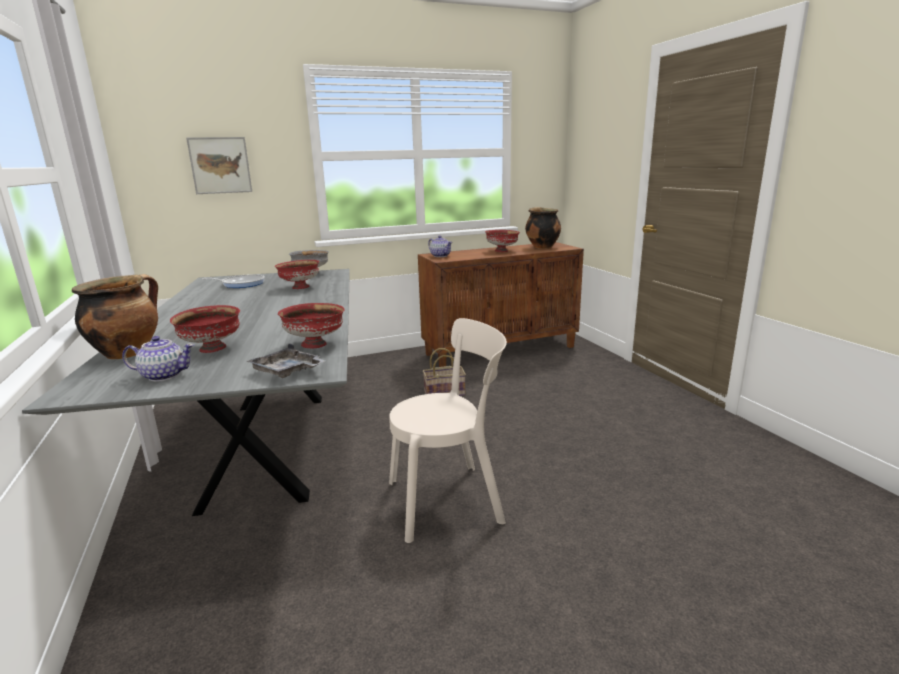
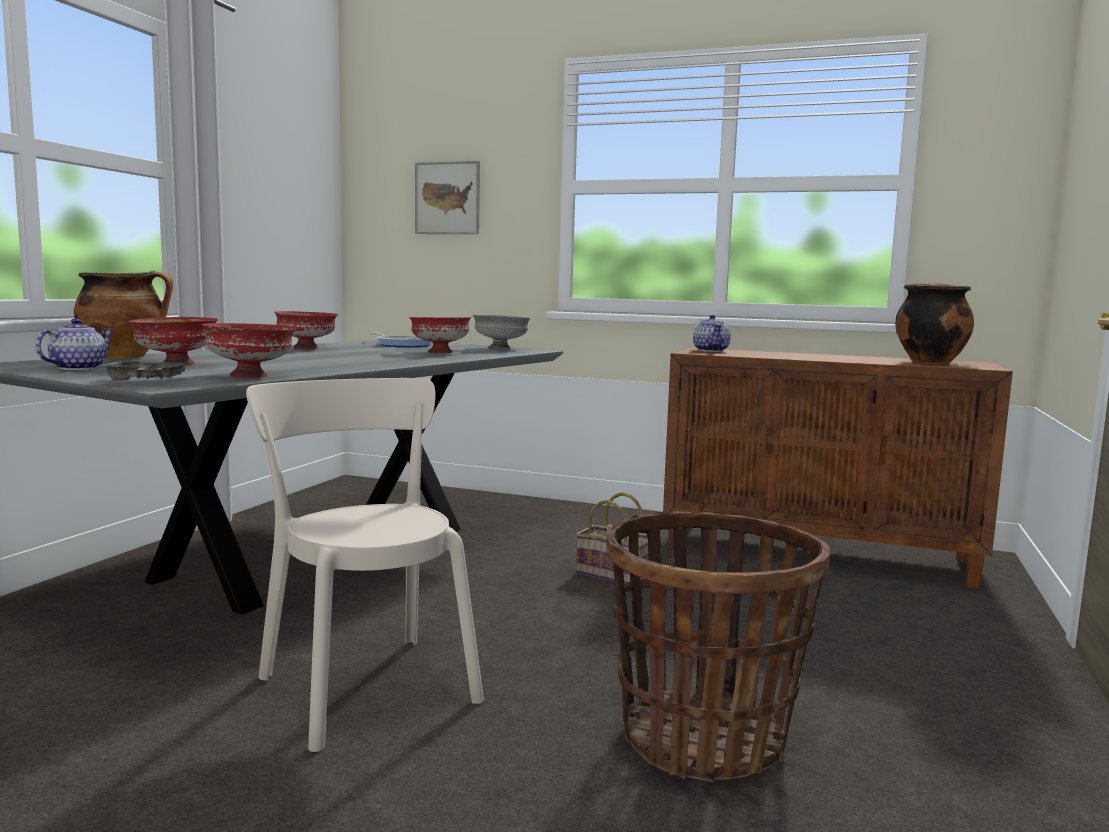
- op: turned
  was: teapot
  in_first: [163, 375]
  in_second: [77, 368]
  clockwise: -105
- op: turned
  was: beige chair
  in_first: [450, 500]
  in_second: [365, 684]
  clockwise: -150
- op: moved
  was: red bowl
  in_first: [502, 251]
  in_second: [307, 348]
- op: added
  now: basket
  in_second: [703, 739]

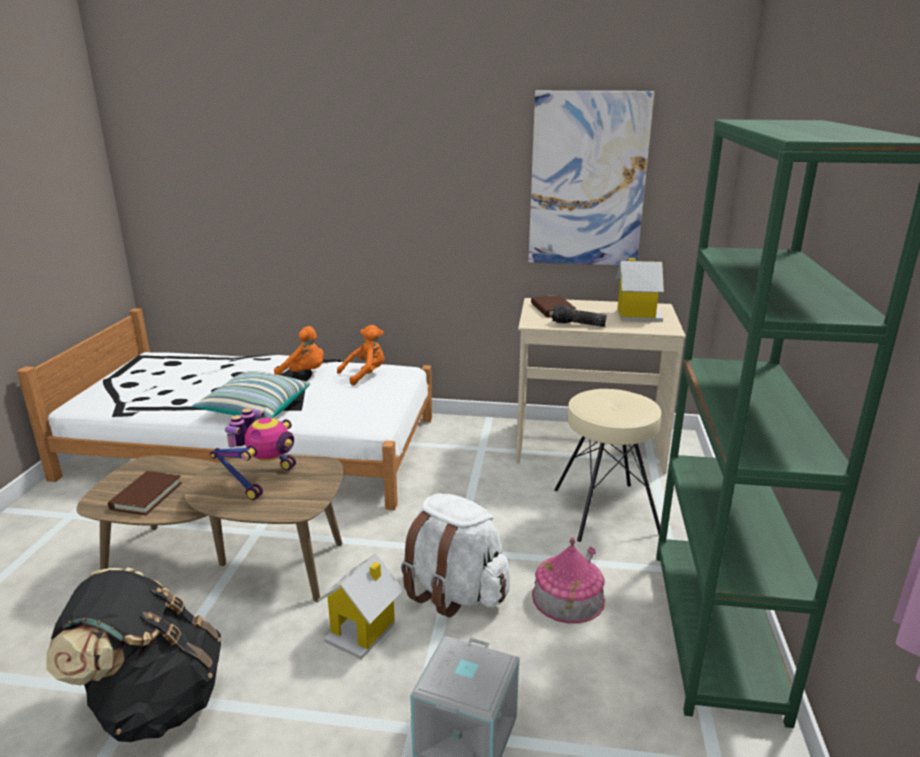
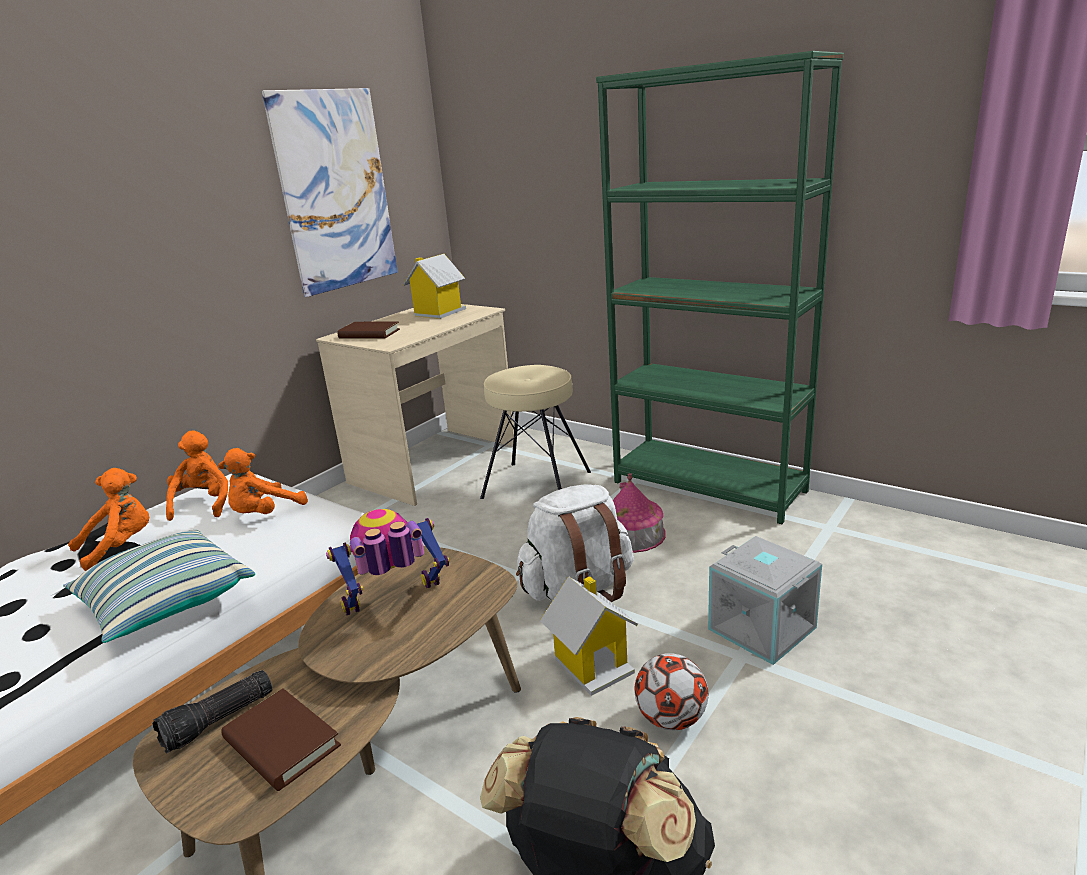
- op: moved
  was: flashlight
  in_first: [577, 324]
  in_second: [219, 722]
- op: added
  now: orange plush toy
  in_second: [265, 514]
- op: turned
  was: toy robot
  in_first: [264, 480]
  in_second: [395, 605]
  clockwise: -75
- op: added
  now: football
  in_second: [671, 719]

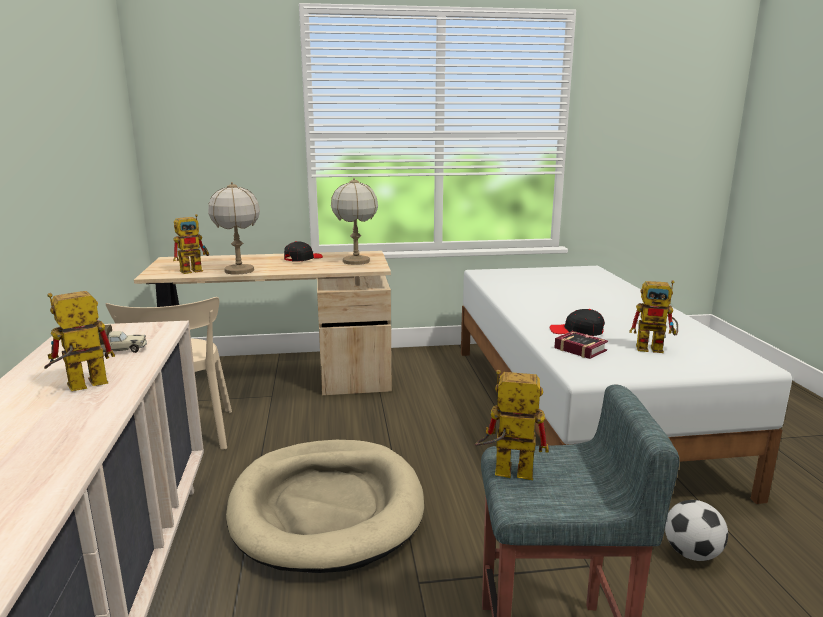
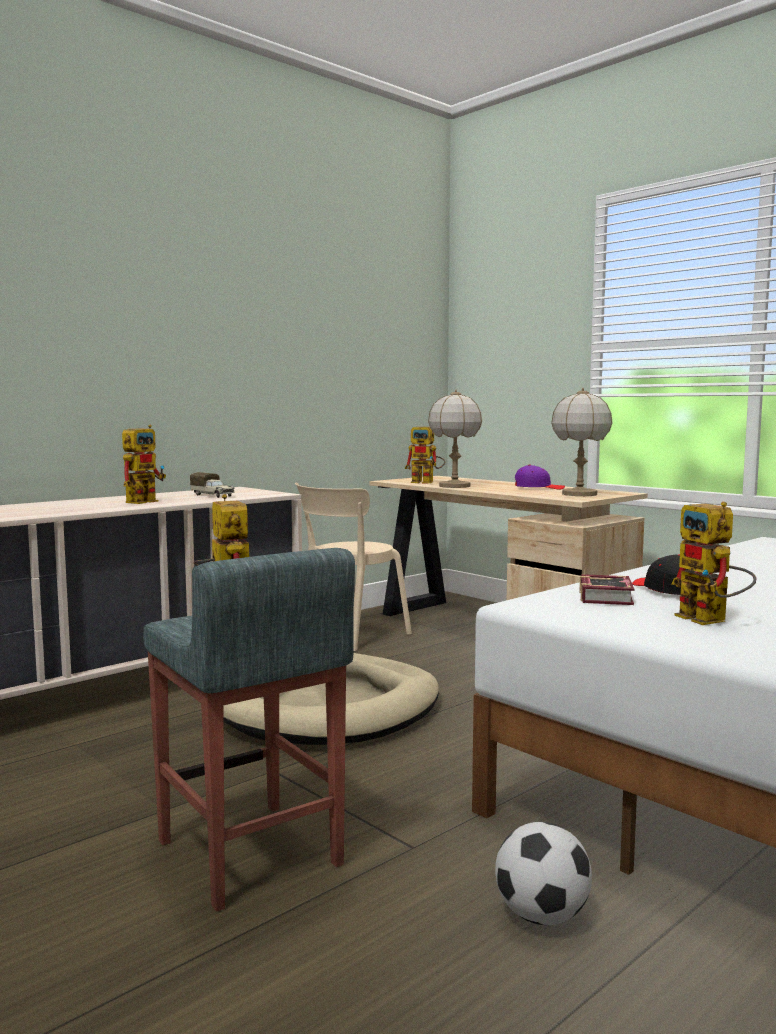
- op: turned
  was: toy robot
  in_first: [79, 387]
  in_second: [145, 501]
  clockwise: 105
- op: recoloured
  was: black cap
  now: purple cap
  in_first: [303, 259]
  in_second: [538, 488]

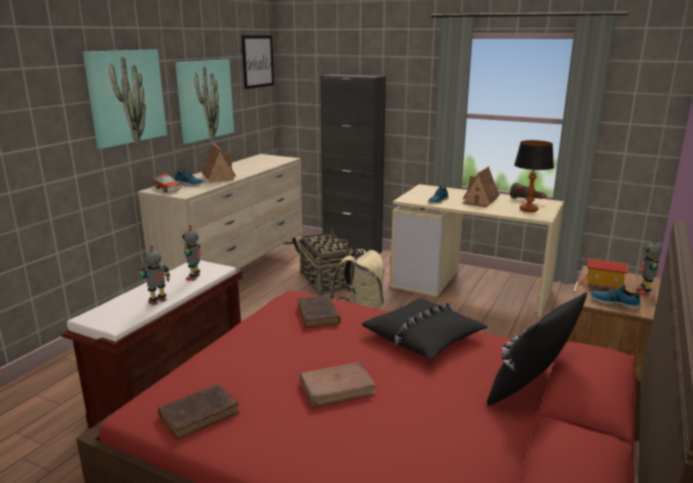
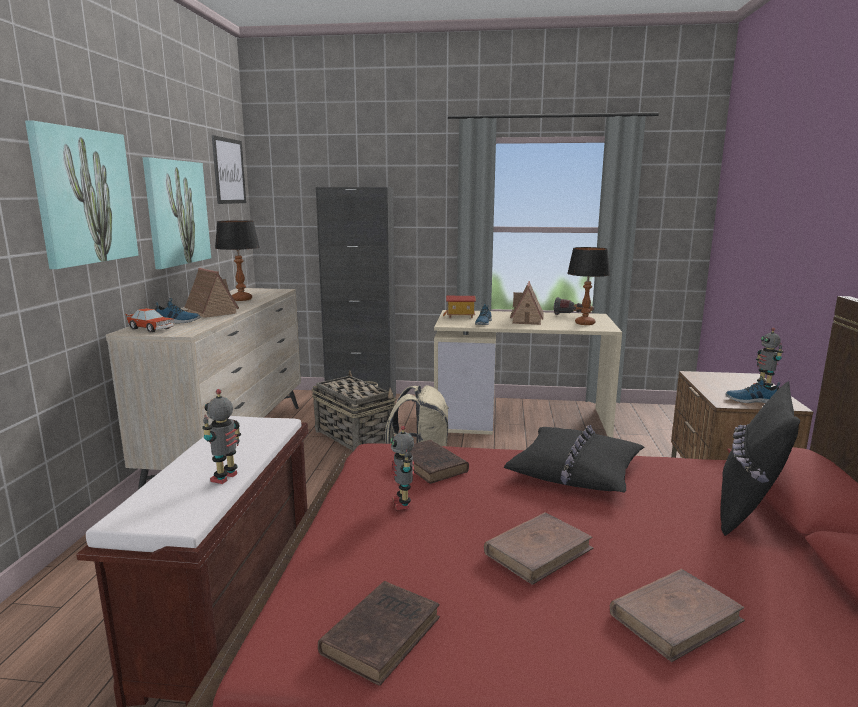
- op: added
  now: table lamp
  in_second: [241, 299]
- op: moved
  was: toy robot
  in_first: [194, 277]
  in_second: [403, 504]
- op: moved
  was: toy house
  in_first: [603, 285]
  in_second: [460, 316]
- op: added
  now: brown book
  in_second: [675, 617]

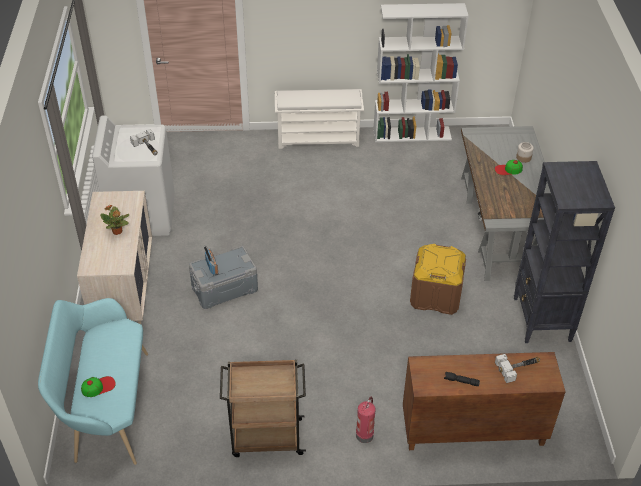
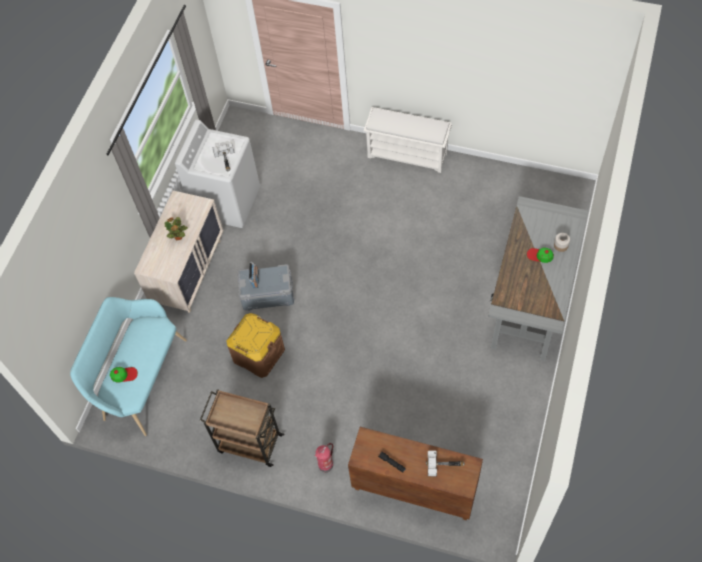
- op: moved
  was: brown storage box
  in_first: [436, 295]
  in_second: [259, 354]
- op: removed
  was: white bookcase
  in_first: [412, 134]
- op: removed
  was: black bookcase
  in_first: [541, 320]

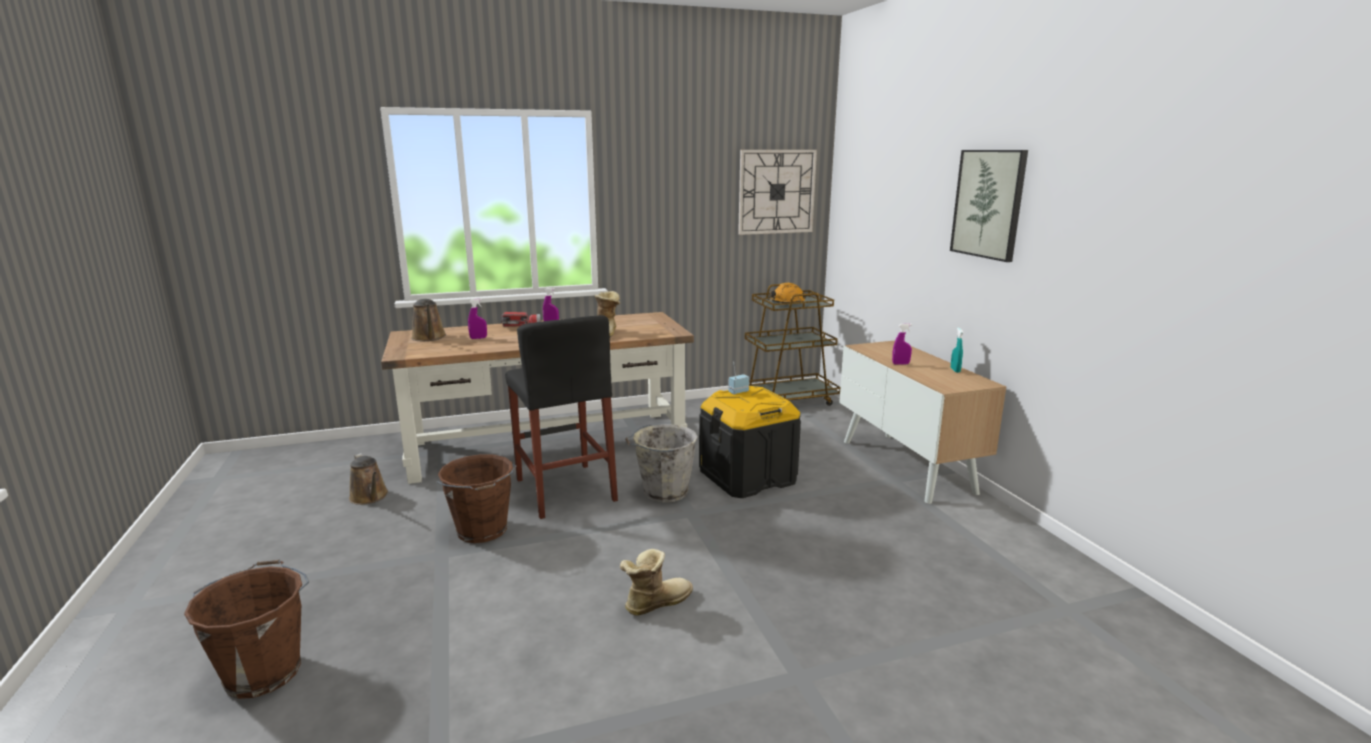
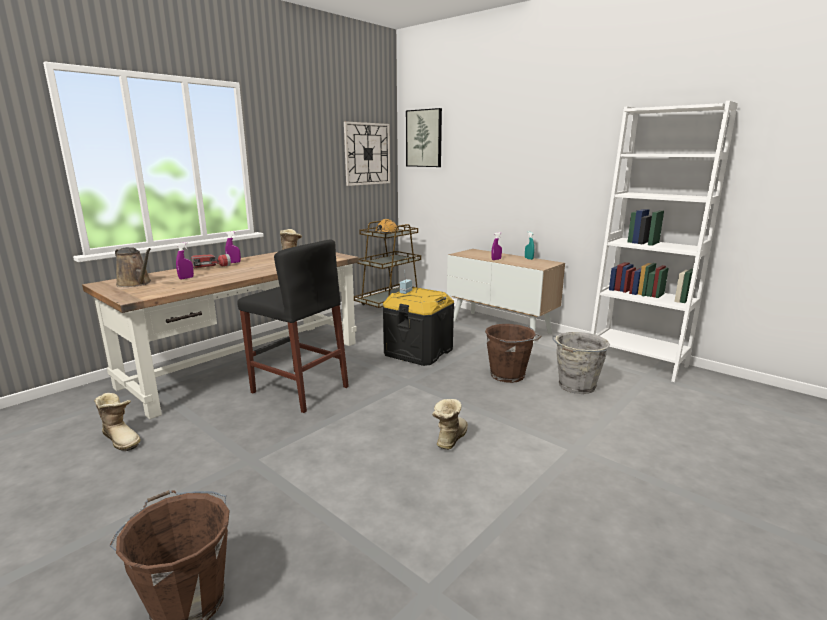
- op: replaced
  was: brown watering can
  now: boot
  in_first: [370, 497]
  in_second: [122, 439]
- op: moved
  was: picture
  in_first: [989, 204]
  in_second: [424, 138]
- op: moved
  was: brown bucket
  in_first: [482, 531]
  in_second: [509, 375]
- op: moved
  was: grey bucket
  in_first: [663, 492]
  in_second: [576, 386]
- op: added
  now: white bookcase
  in_second: [637, 362]

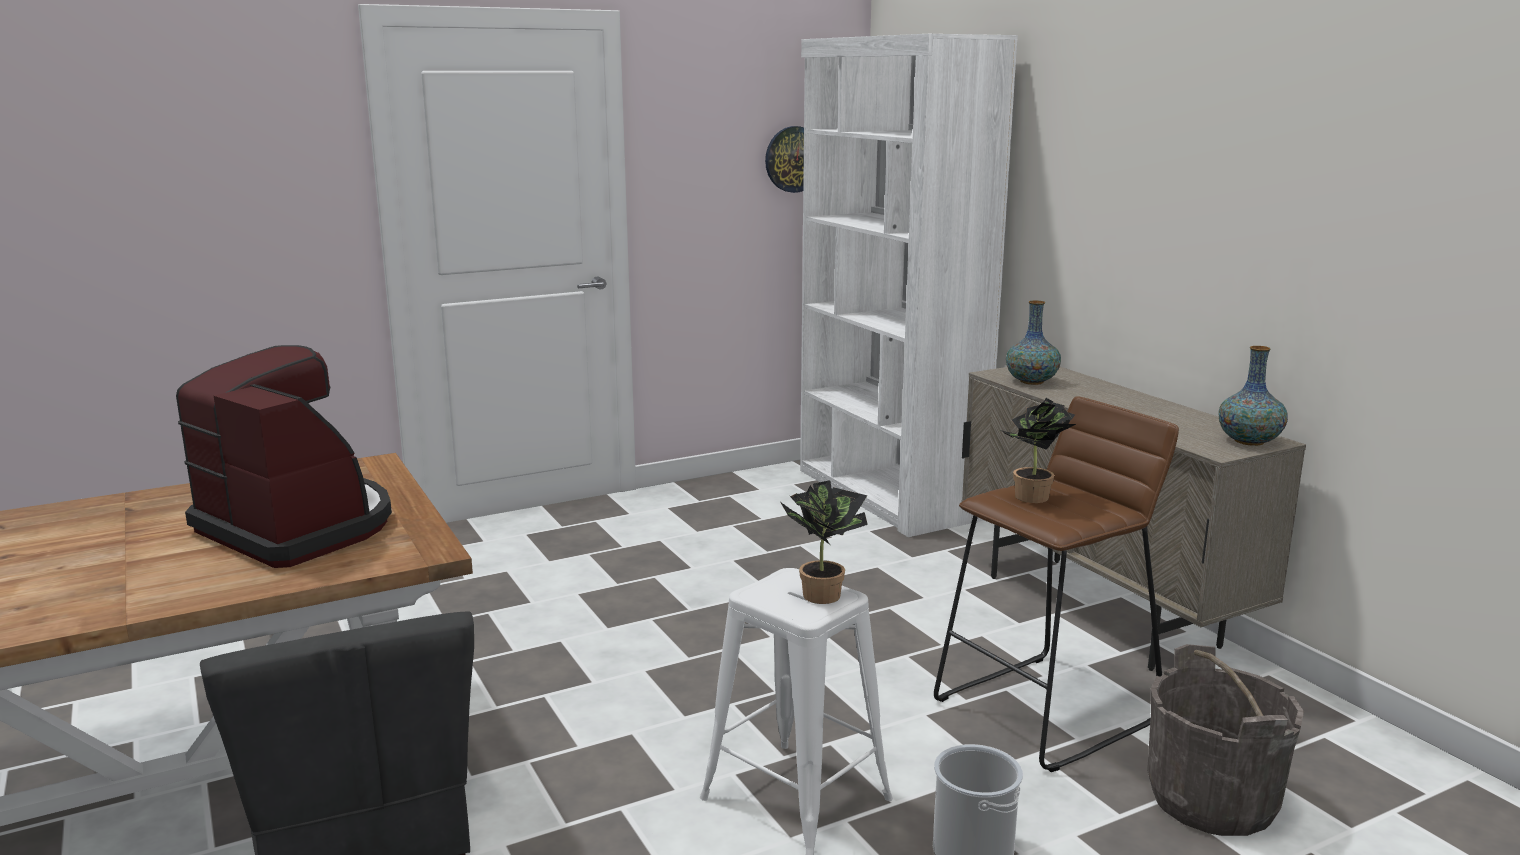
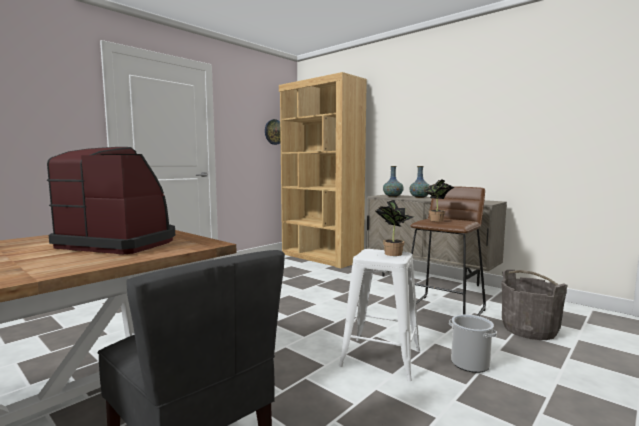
- op: recoloured
  was: white bookcase
  now: brown bookcase
  in_first: [887, 494]
  in_second: [321, 257]
- op: moved
  was: vase
  in_first: [1249, 441]
  in_second: [419, 197]

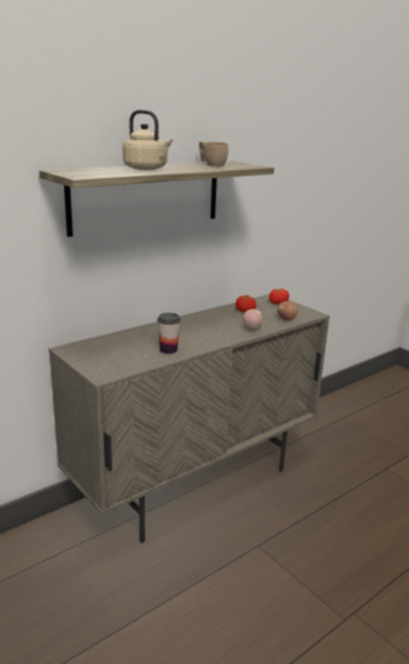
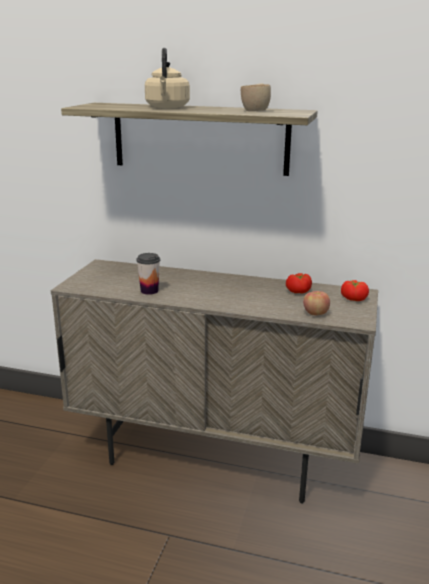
- op: removed
  was: apple
  in_first: [252, 329]

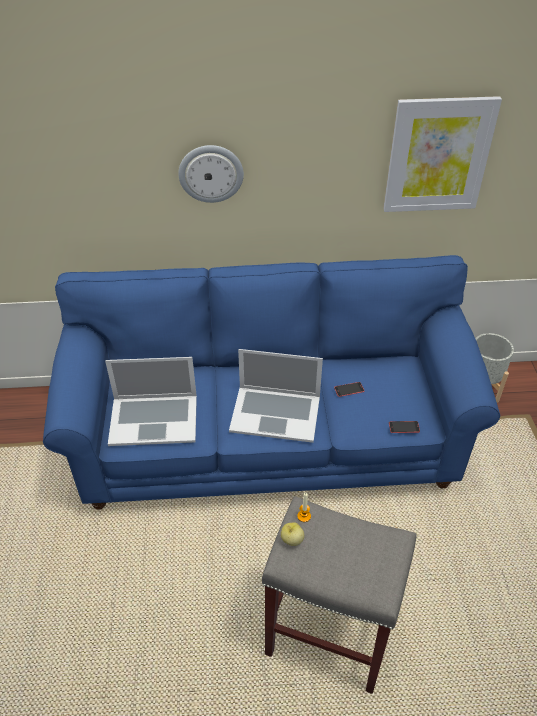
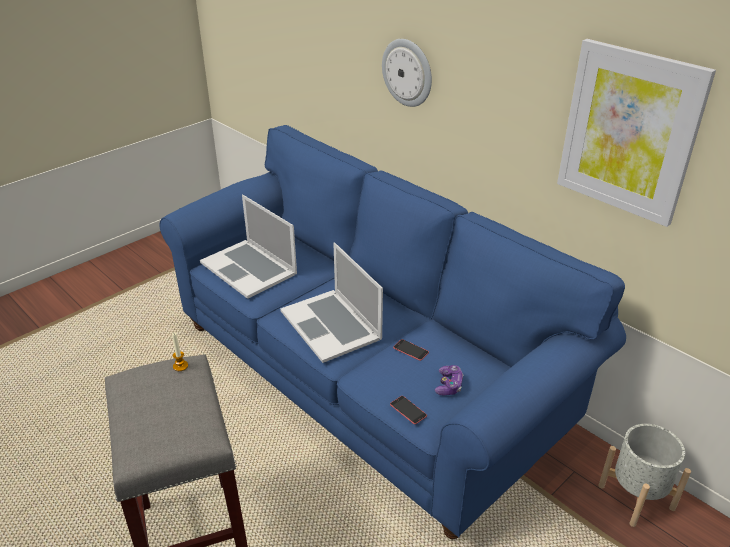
- op: added
  now: game controller
  in_second: [449, 385]
- op: removed
  was: apple
  in_first: [291, 540]

